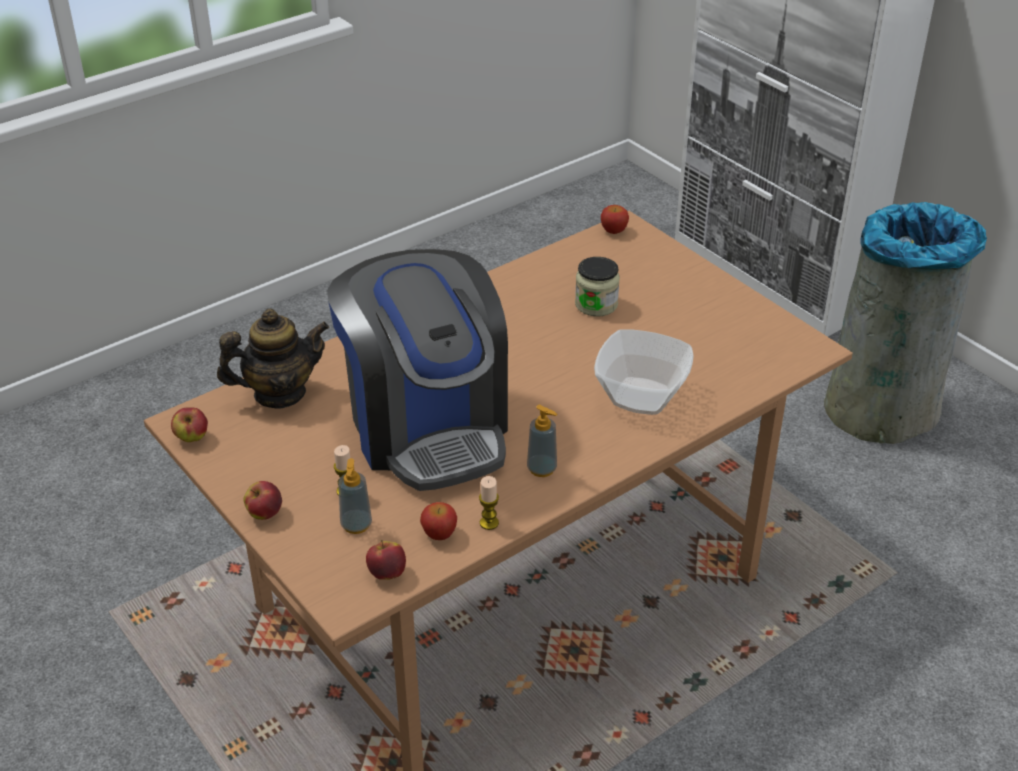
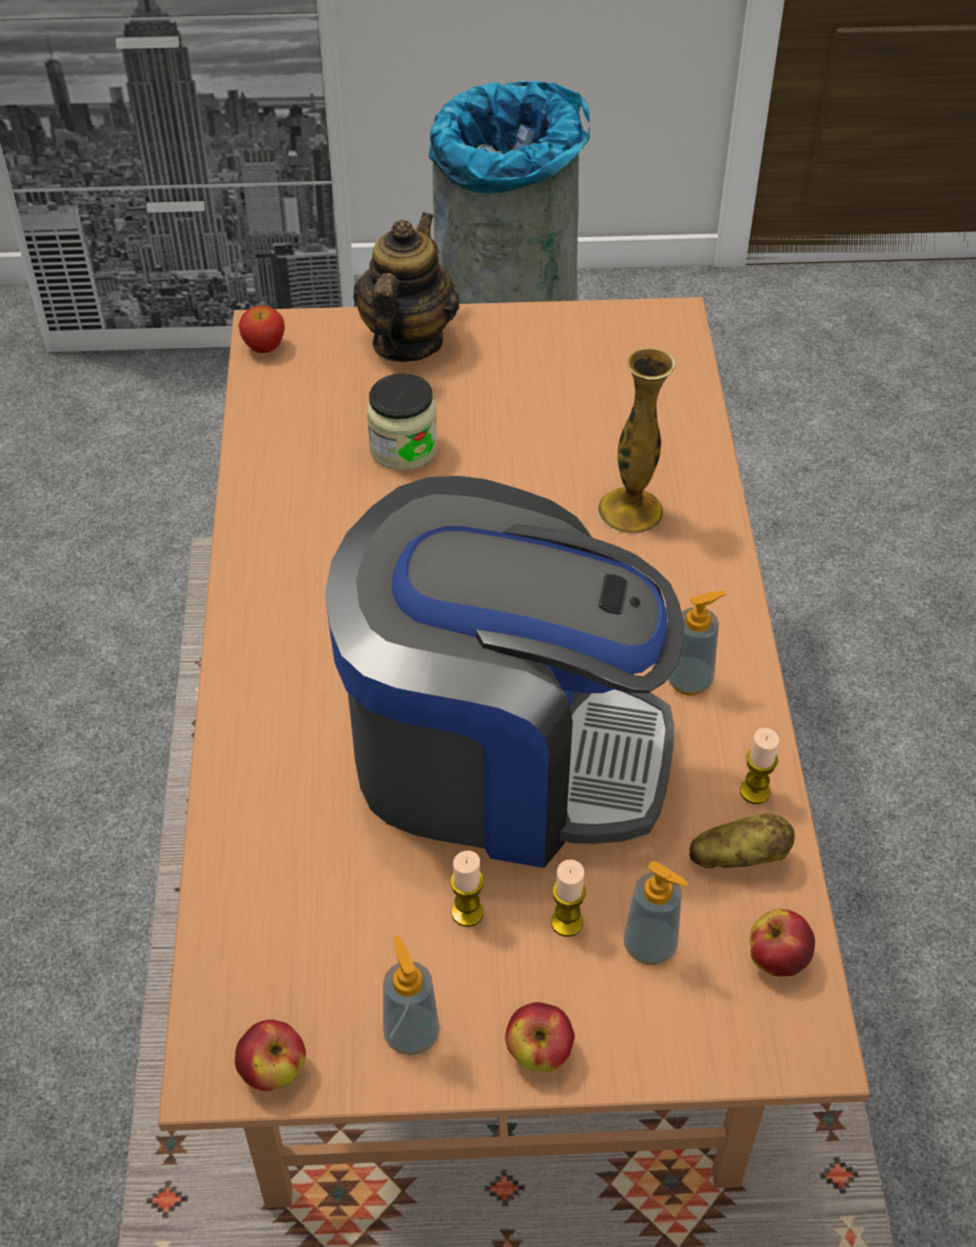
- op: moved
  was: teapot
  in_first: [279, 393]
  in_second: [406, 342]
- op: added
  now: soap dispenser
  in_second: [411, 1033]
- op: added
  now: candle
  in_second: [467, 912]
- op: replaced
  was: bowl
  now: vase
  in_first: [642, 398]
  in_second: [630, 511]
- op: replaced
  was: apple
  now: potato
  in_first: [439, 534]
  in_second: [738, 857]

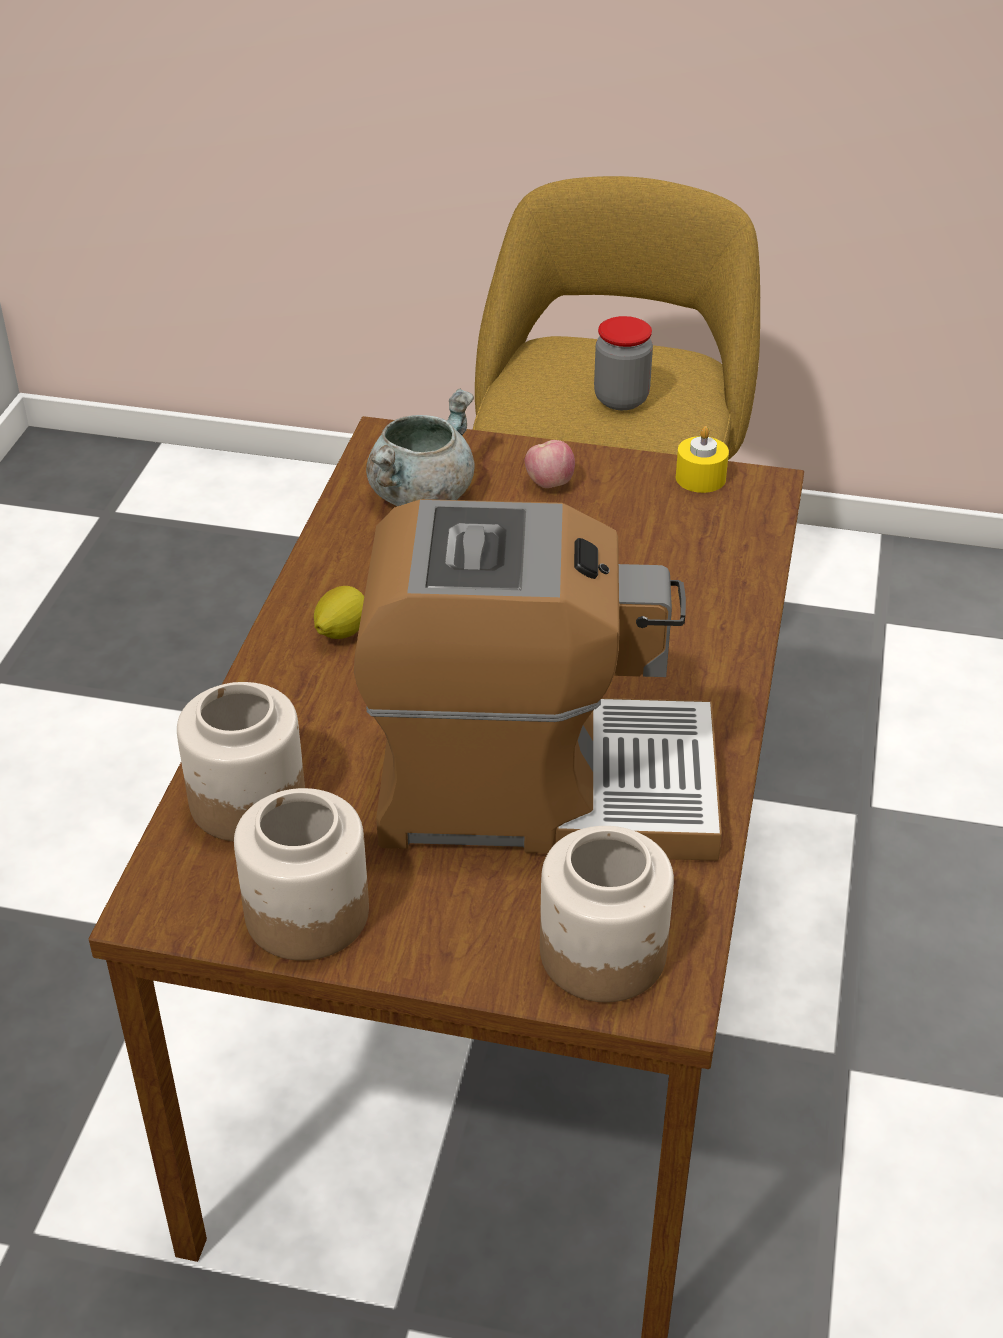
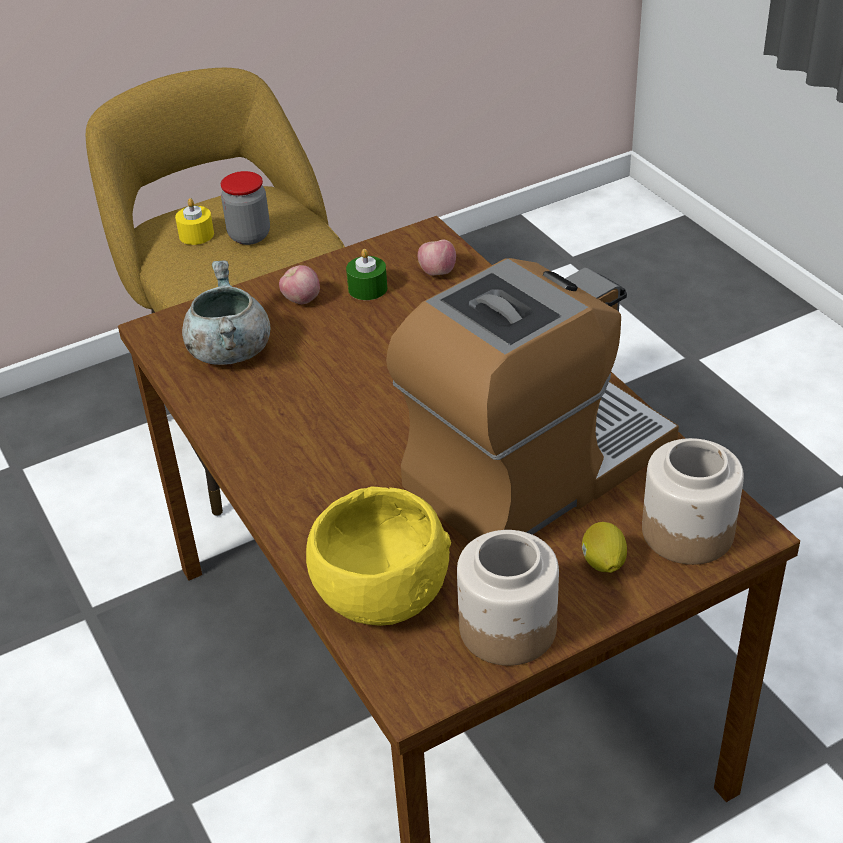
- op: moved
  was: yellow candle
  in_first: [700, 478]
  in_second: [196, 235]
- op: replaced
  was: jar
  now: yellow bowl
  in_first: [246, 800]
  in_second: [379, 593]
- op: added
  now: green candle
  in_second: [367, 288]
- op: added
  now: apple
  in_second: [437, 272]
- op: moved
  was: lemon
  in_first: [341, 632]
  in_second: [603, 563]

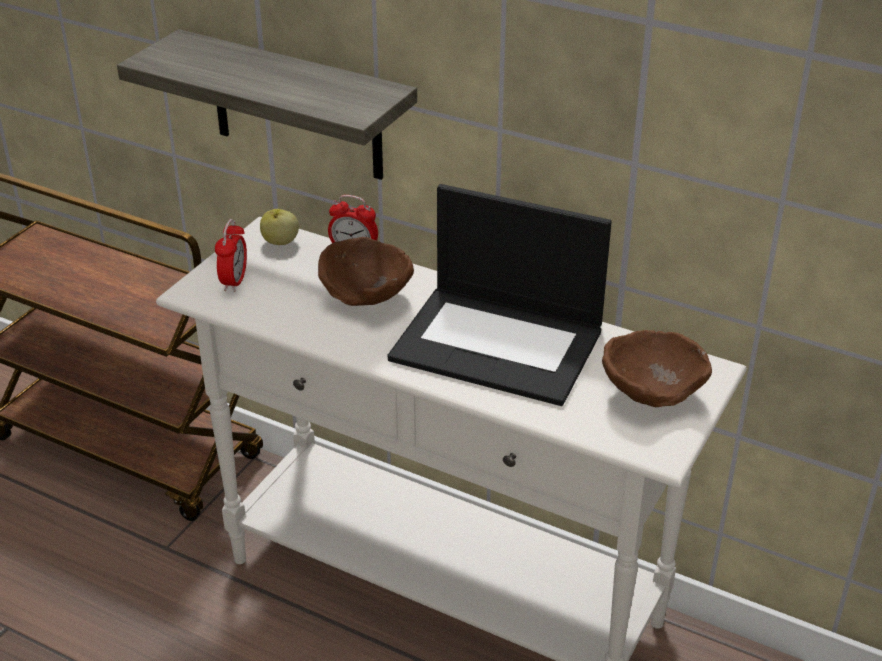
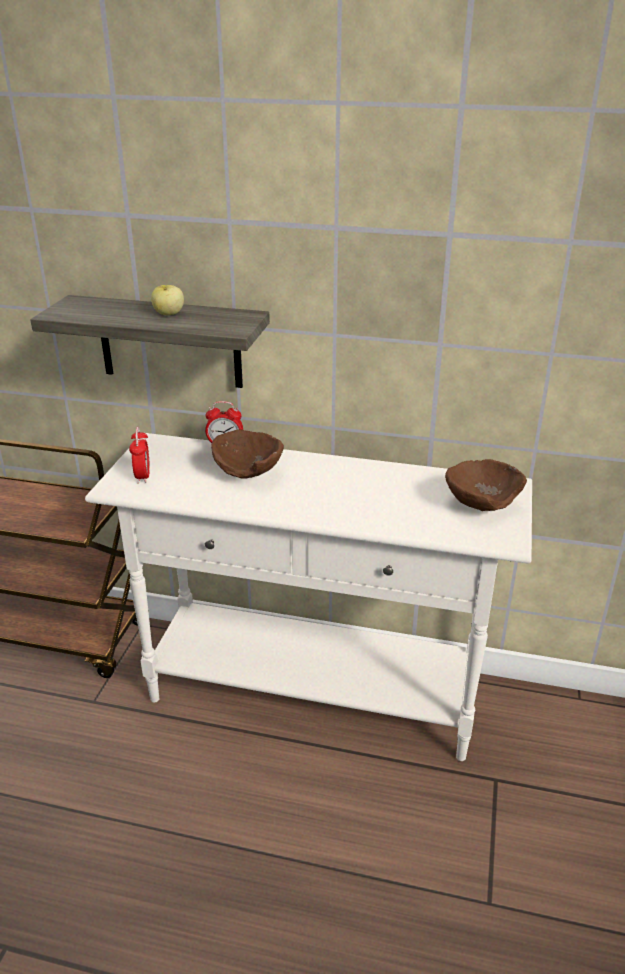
- op: moved
  was: apple
  in_first: [280, 242]
  in_second: [168, 314]
- op: removed
  was: laptop
  in_first: [500, 344]

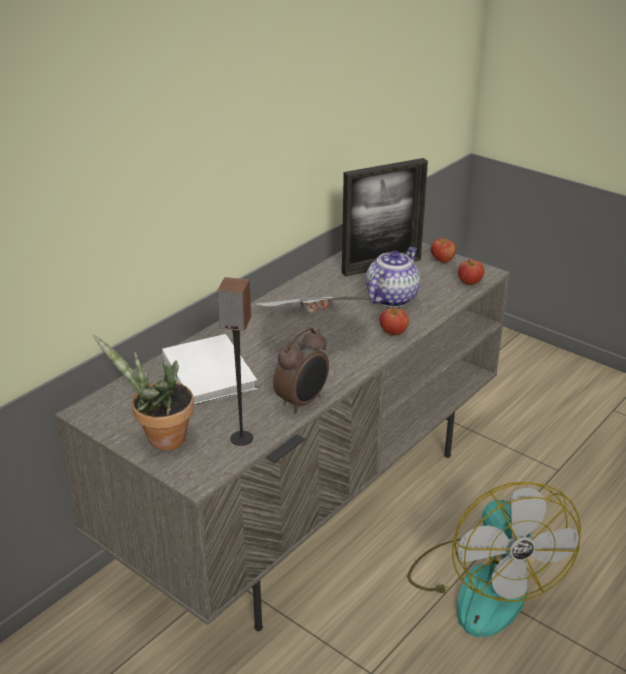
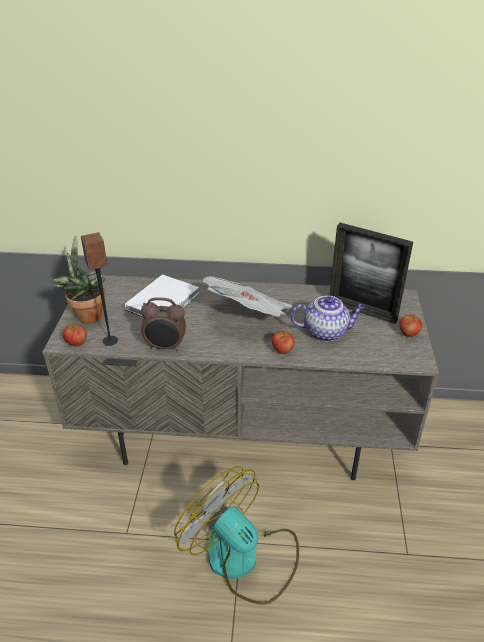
- op: moved
  was: apple
  in_first: [469, 283]
  in_second: [76, 343]
- op: turned
  was: fan
  in_first: [482, 584]
  in_second: [243, 558]
  clockwise: 90

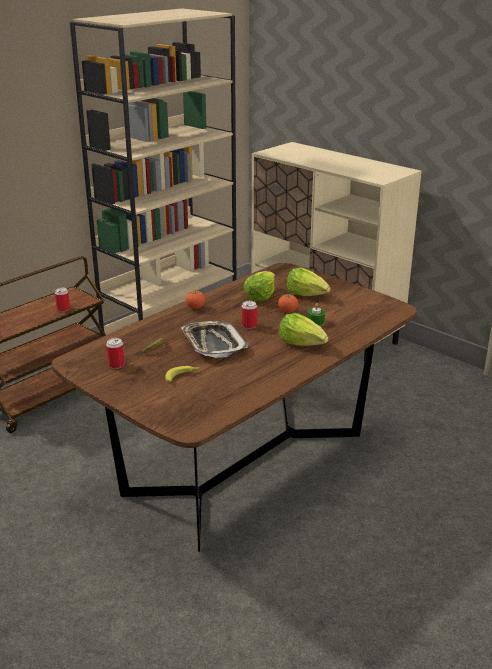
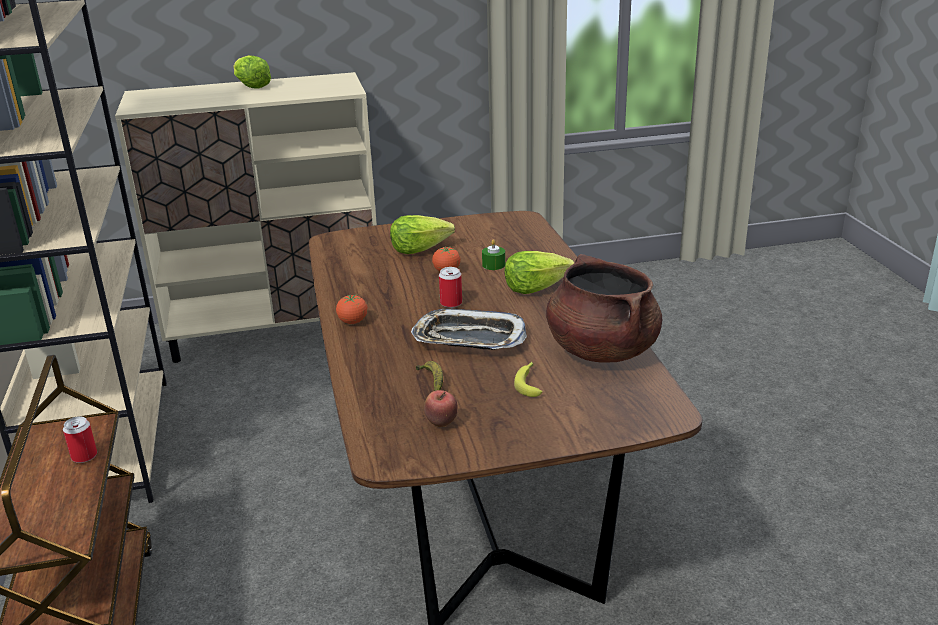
- op: moved
  was: lettuce
  in_first: [260, 296]
  in_second: [251, 86]
- op: replaced
  was: can
  now: apple
  in_first: [116, 365]
  in_second: [441, 423]
- op: added
  now: brown cooking pot
  in_second: [601, 350]

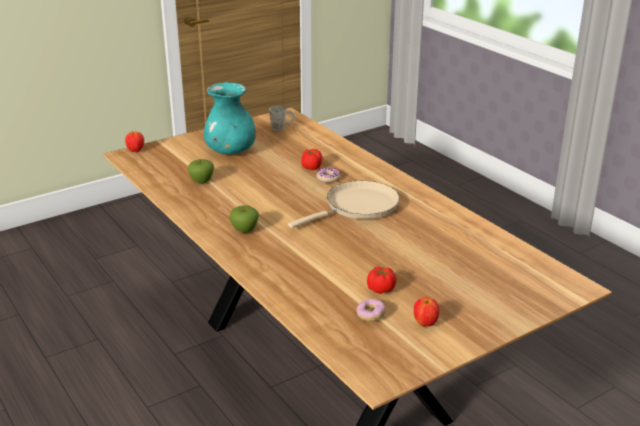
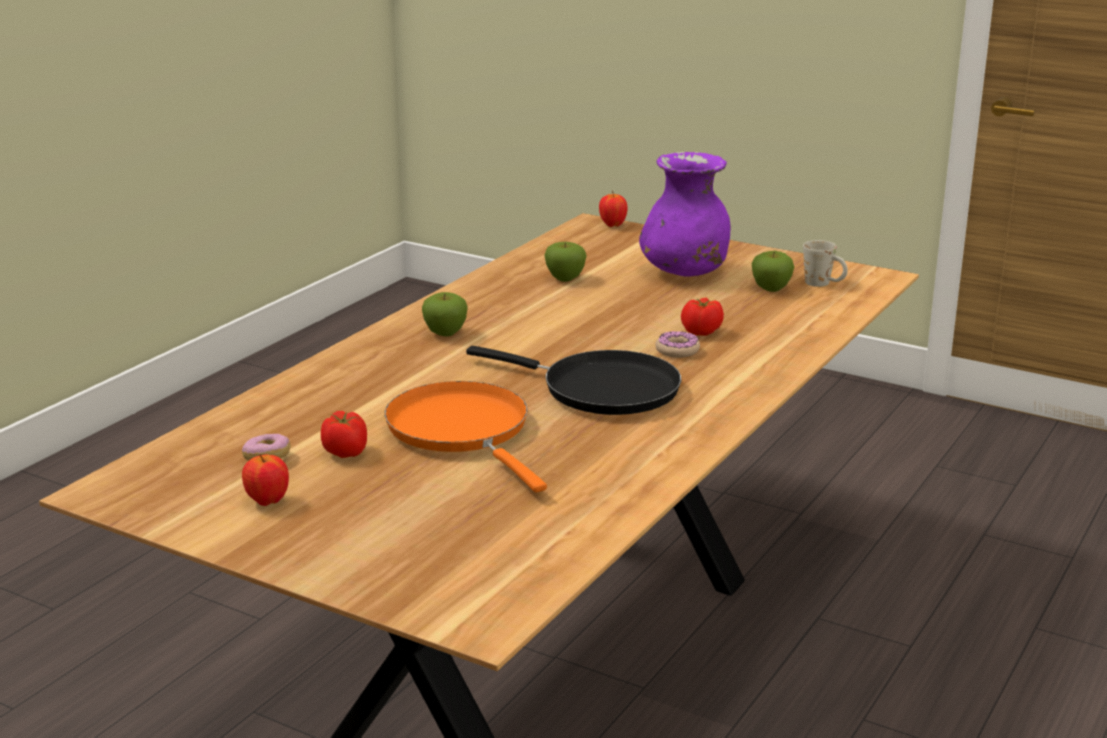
- op: added
  now: orange frying pan
  in_second: [462, 431]
- op: recoloured
  was: beige frying pan
  now: black frying pan
  in_first: [358, 206]
  in_second: [601, 389]
- op: recoloured
  was: turquoise vase
  now: purple vase
  in_first: [230, 151]
  in_second: [685, 273]
- op: added
  now: apple
  in_second: [771, 289]

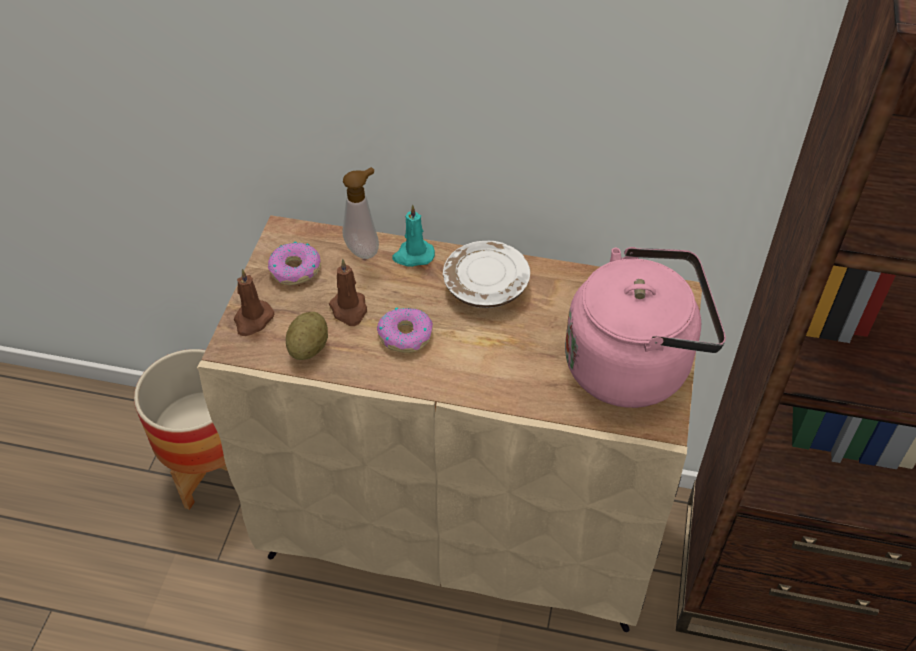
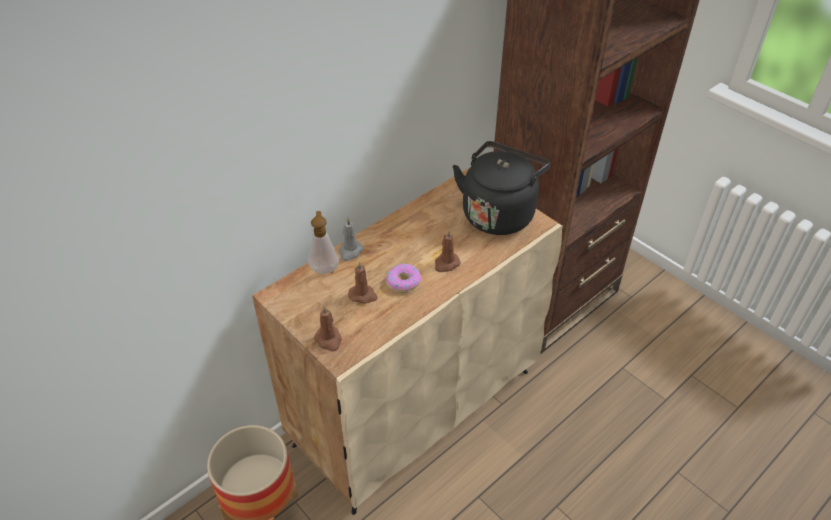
- op: recoloured
  was: turquoise candle
  now: grey candle
  in_first: [413, 255]
  in_second: [350, 252]
- op: added
  now: brown candle
  in_second: [446, 264]
- op: recoloured
  was: pink kettle
  now: black kettle
  in_first: [634, 365]
  in_second: [499, 213]
- op: removed
  was: donut
  in_first: [295, 269]
- op: removed
  was: potato
  in_first: [308, 348]
- op: removed
  was: white plate
  in_first: [486, 286]

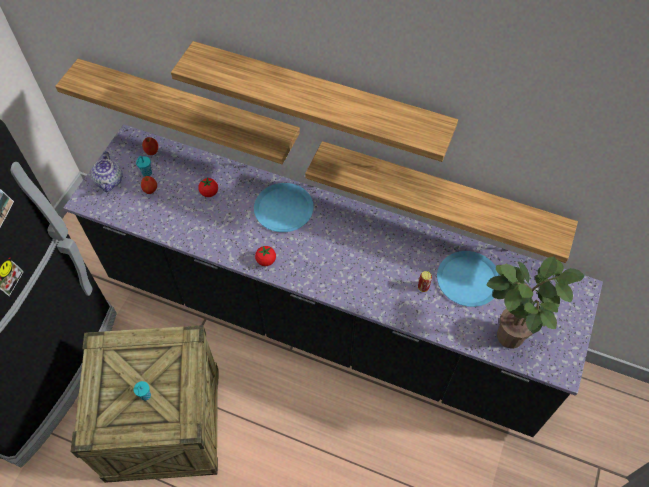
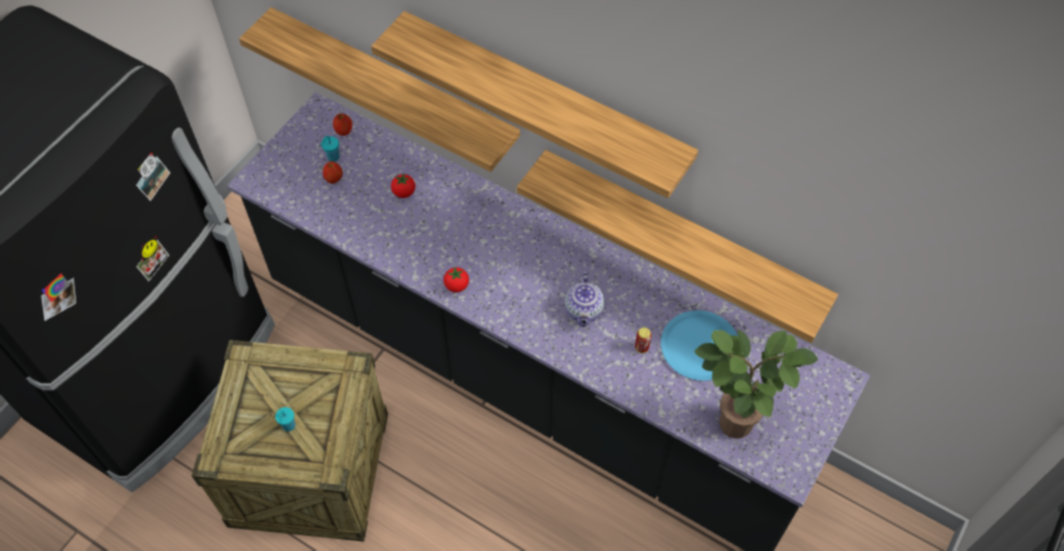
- op: moved
  was: teapot
  in_first: [110, 181]
  in_second: [584, 311]
- op: removed
  was: blue plate
  in_first: [283, 208]

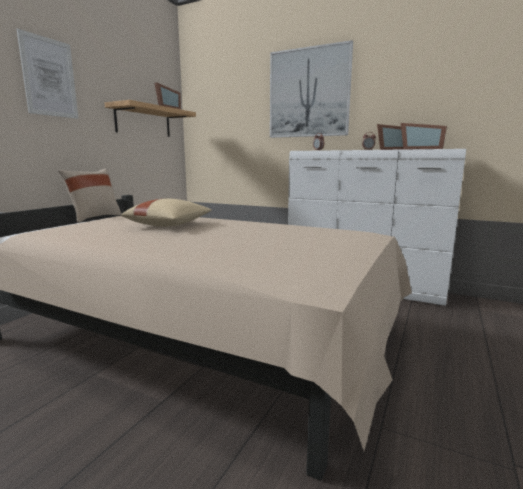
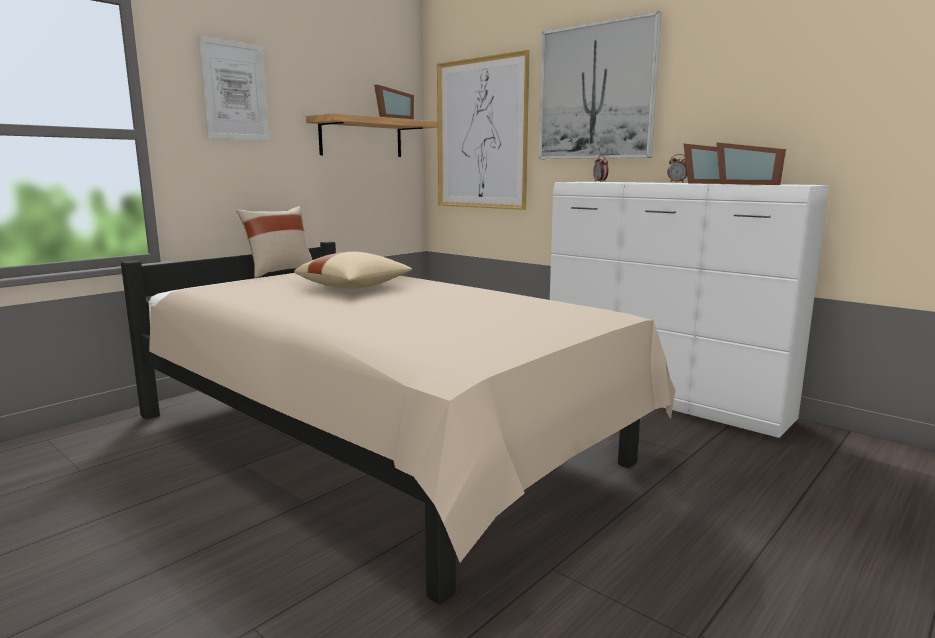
- op: added
  now: picture
  in_second: [481, 134]

